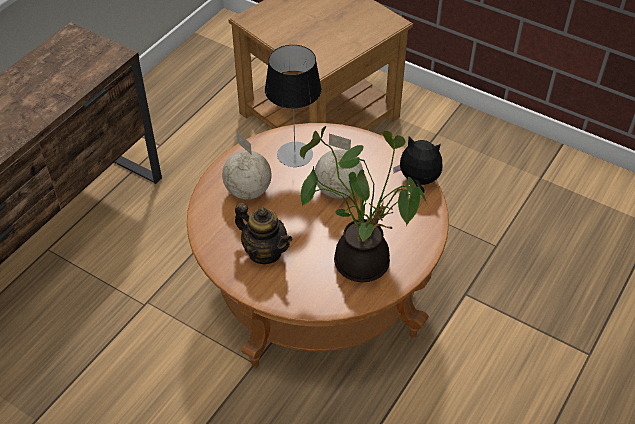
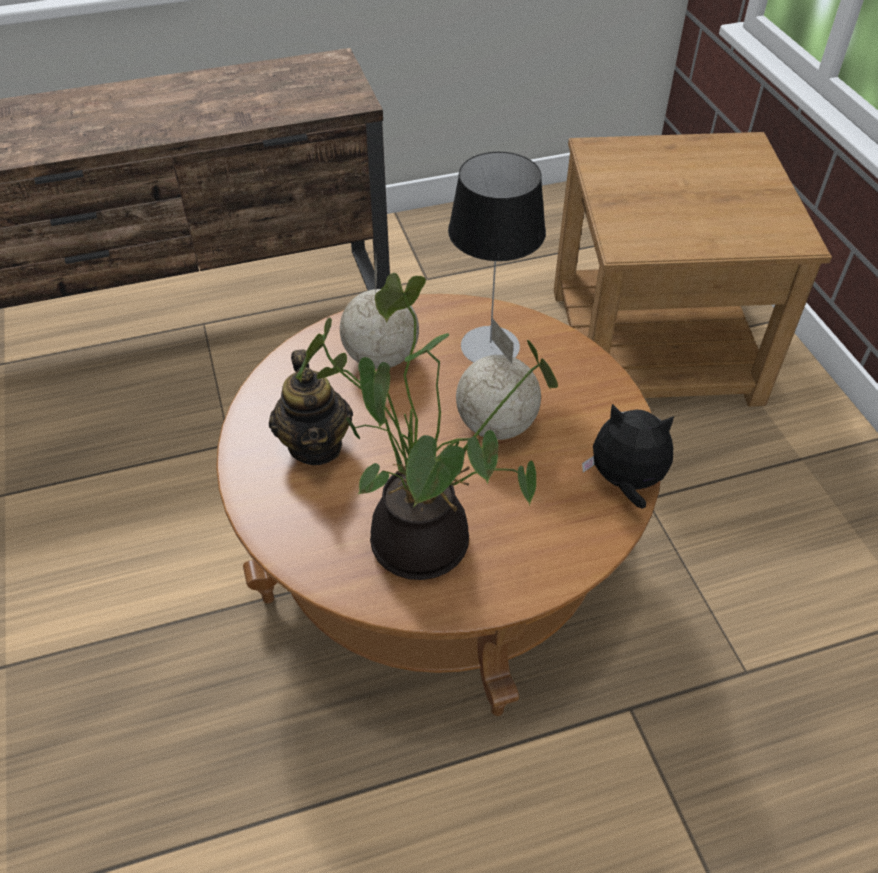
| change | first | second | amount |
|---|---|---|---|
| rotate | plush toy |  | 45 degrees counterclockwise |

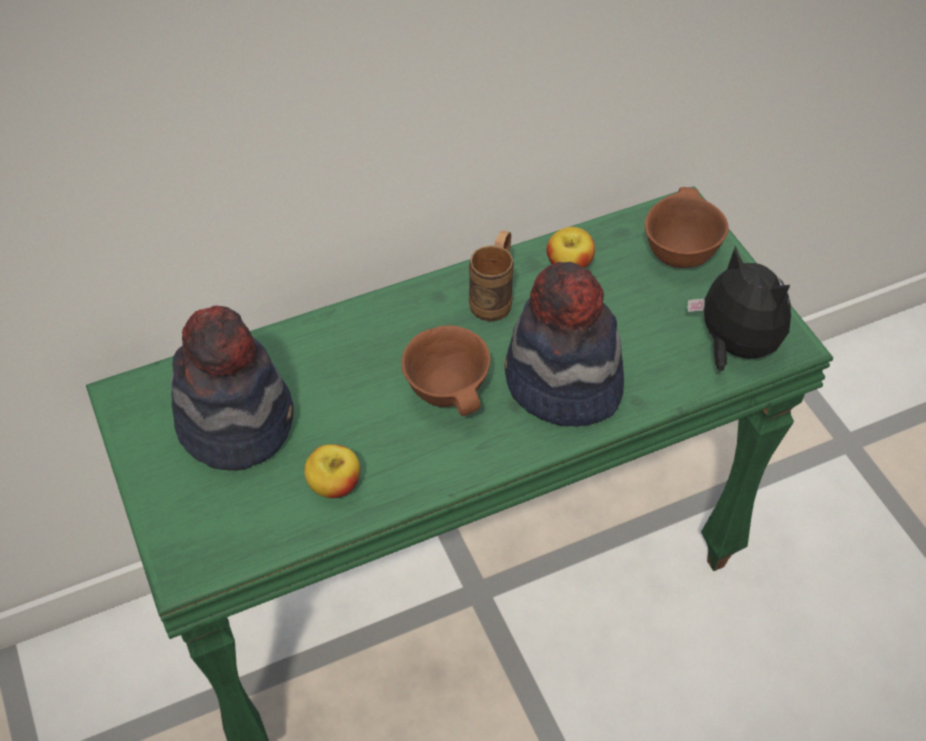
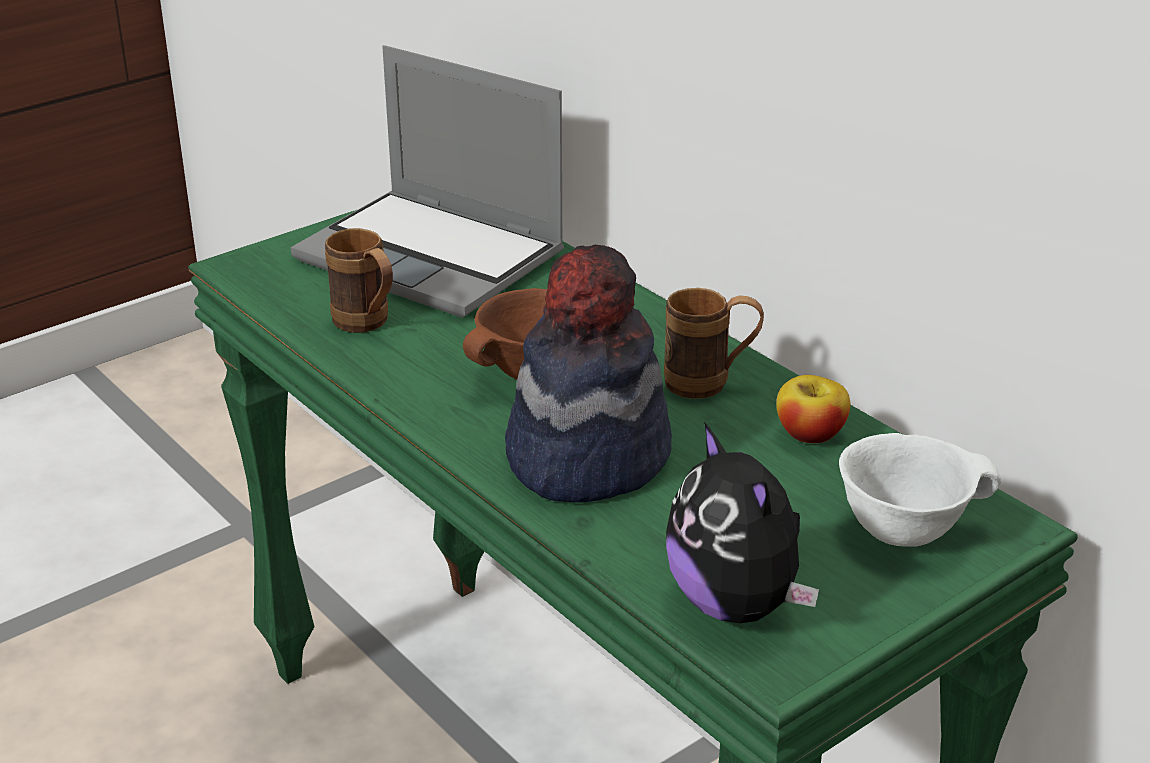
| change | first | second | amount |
|---|---|---|---|
| recolor | brown bowl (2nd from left) | white bowl |  |
| rotate | plush toy |  | 120 degrees clockwise |
| replace | hat (1st from left) | laptop |  |
| replace | apple (1st from left) | brown mug (1st from left) |  |

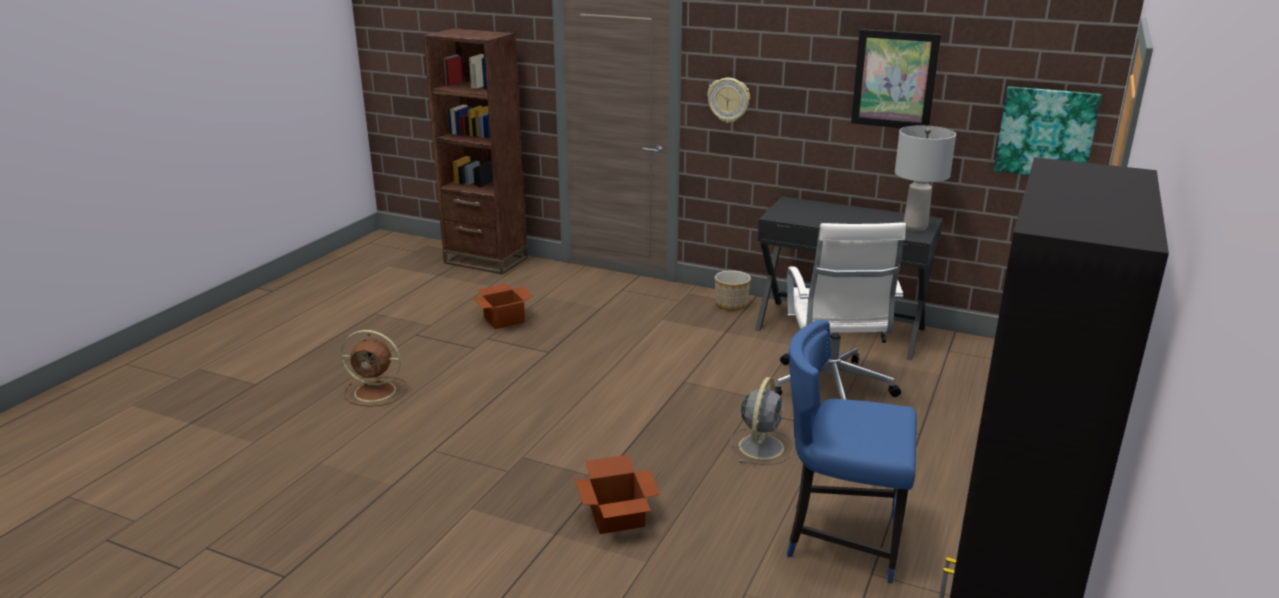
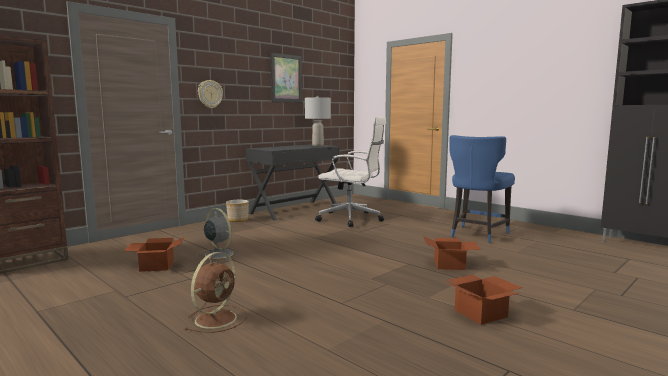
| change | first | second | amount |
|---|---|---|---|
| delete | picture (2nd from left) |  |  |
| move | grey fan |  |  |
| insert |  | cardboard box (3rd from left) |  |

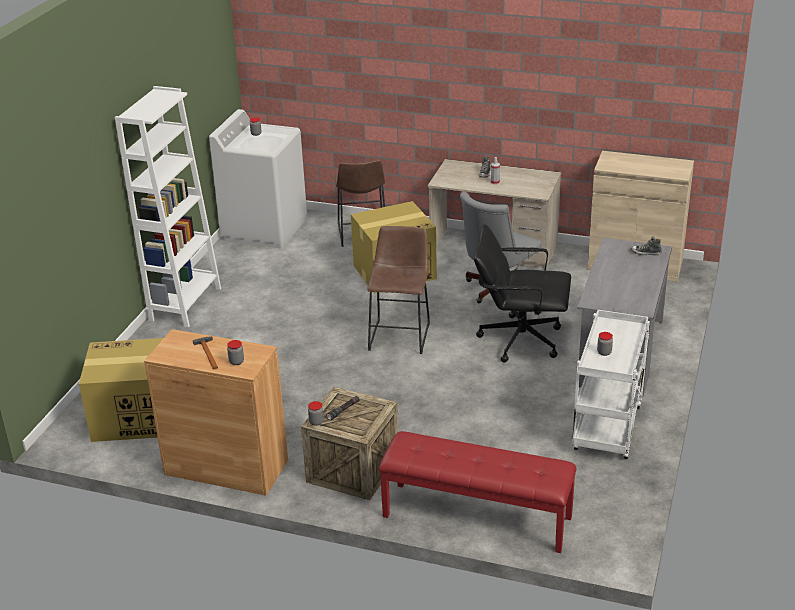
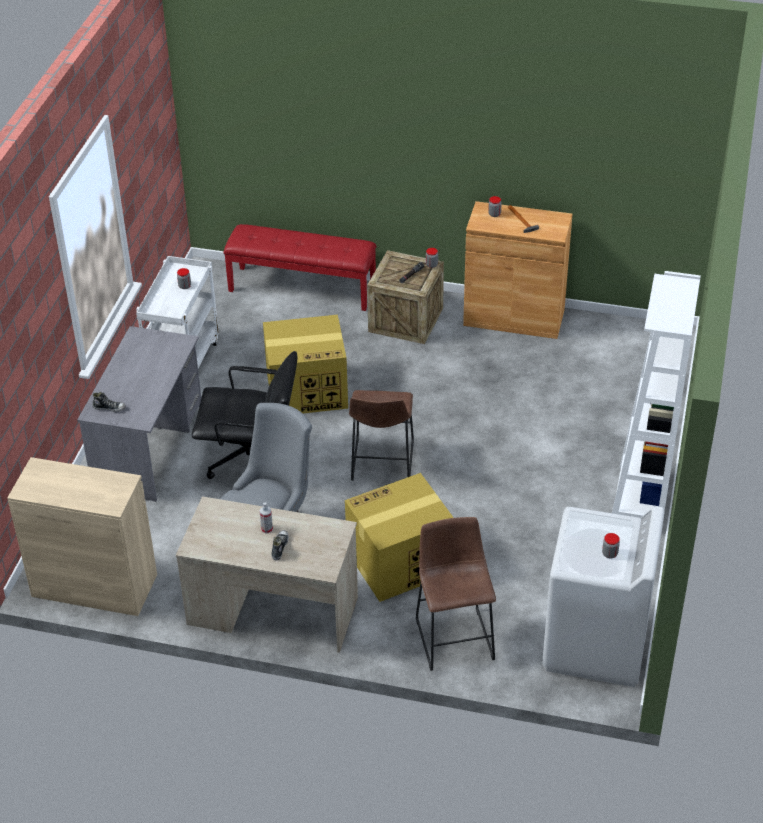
| change | first | second | amount |
|---|---|---|---|
| move | cardboard box (1st from left) |  |  |

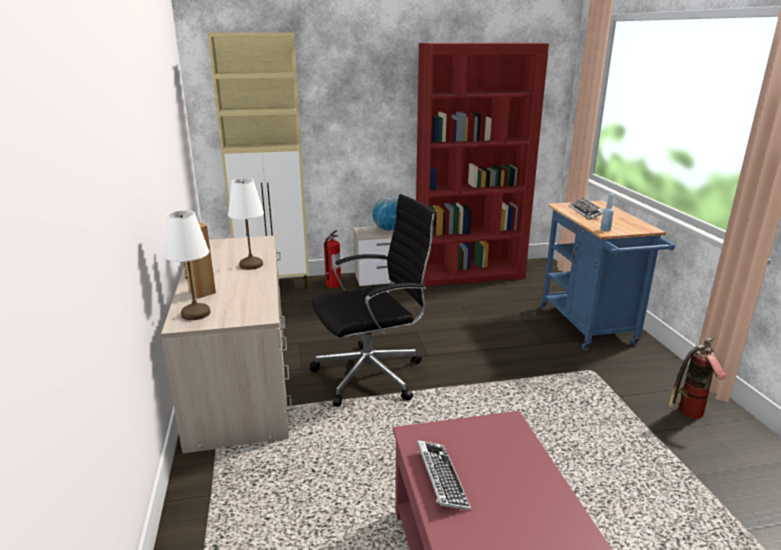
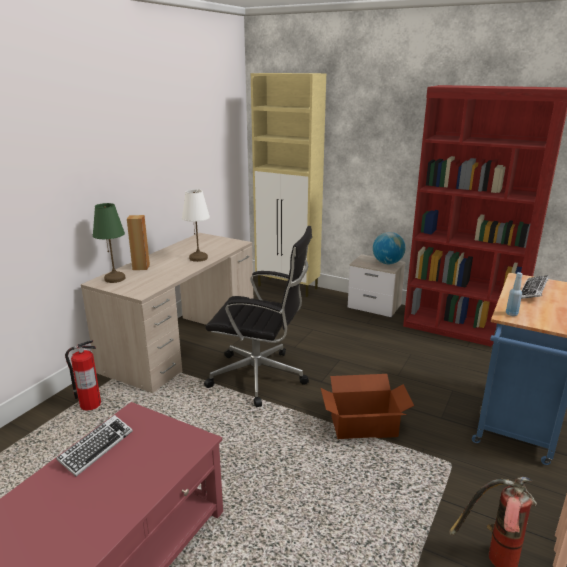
| change | first | second | amount |
|---|---|---|---|
| recolor | white table lamp (1st from left) | green table lamp |  |
| move | fire extinguisher (1st from left) |  |  |
| insert |  | cardboard box |  |

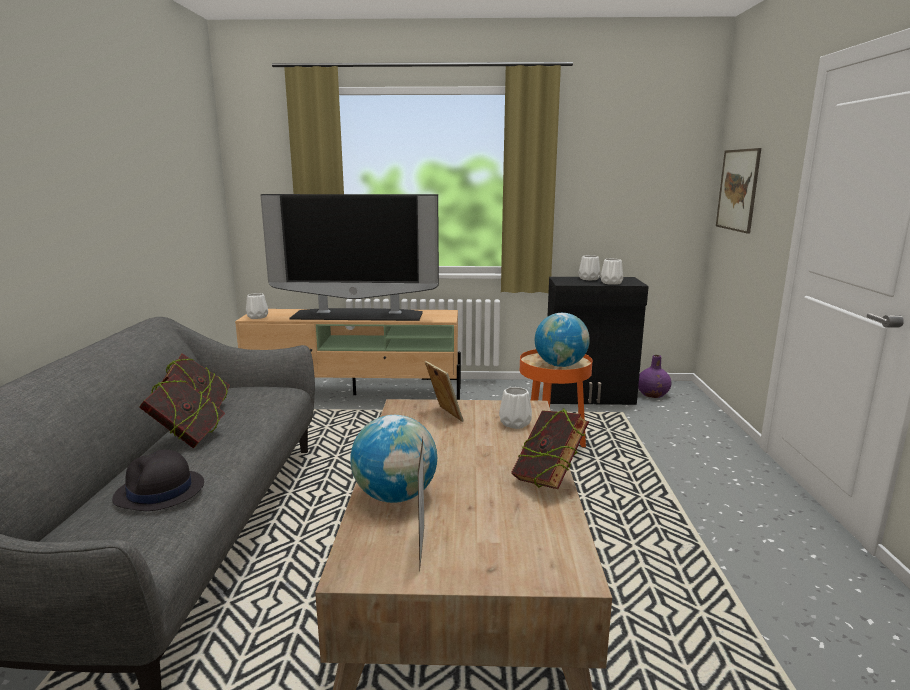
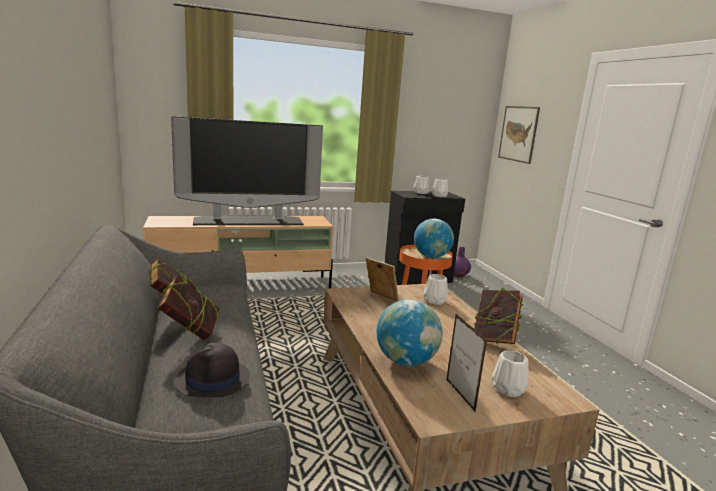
| change | first | second | amount |
|---|---|---|---|
| move | white vase (1st from left in the first image) | white vase (4th from left) |  |

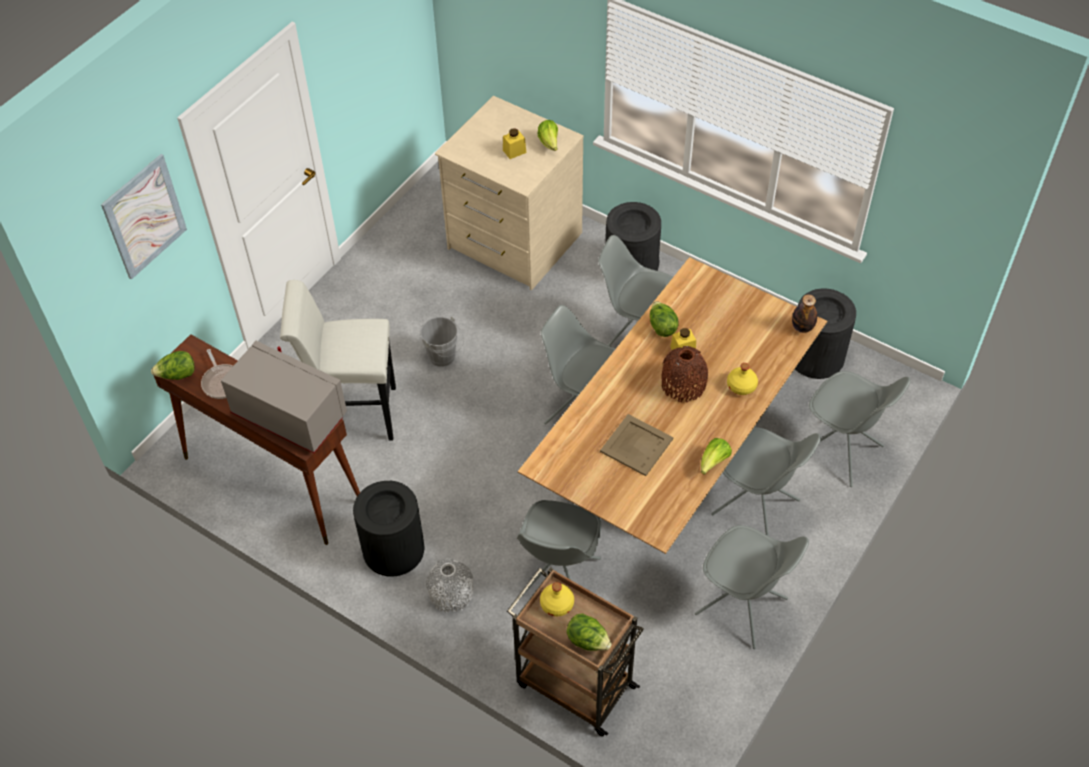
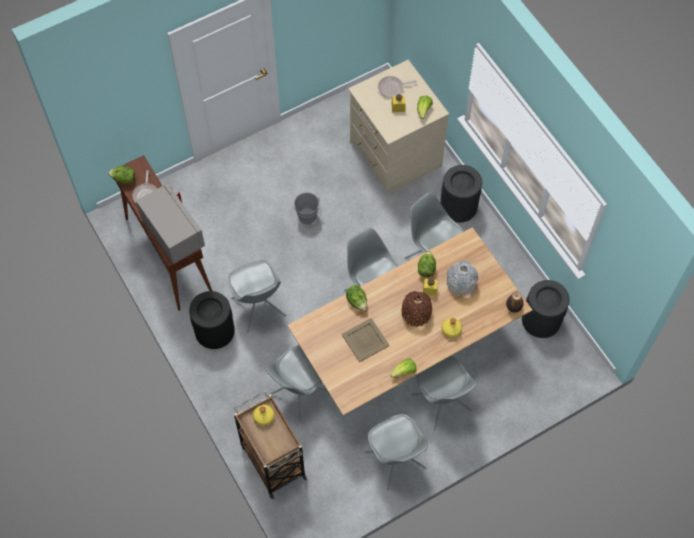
| change | first | second | amount |
|---|---|---|---|
| delete | picture |  |  |
| delete | white stool |  |  |
| move | grey chair (6th from left in the first image) | grey chair (1st from left) |  |
| move | grey vase |  |  |
| move | lettuce (3rd from left in the first image) | lettuce (2nd from left) |  |
| insert |  | frying pan (2nd from left) |  |

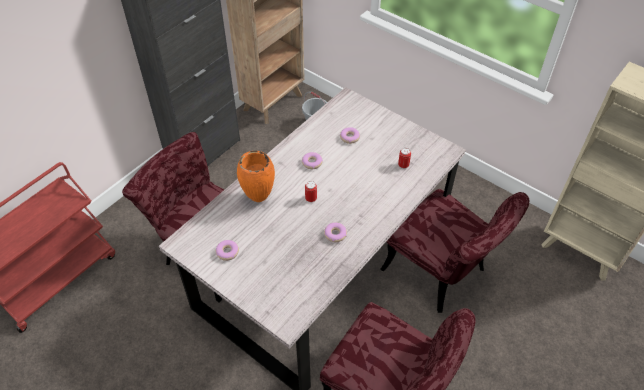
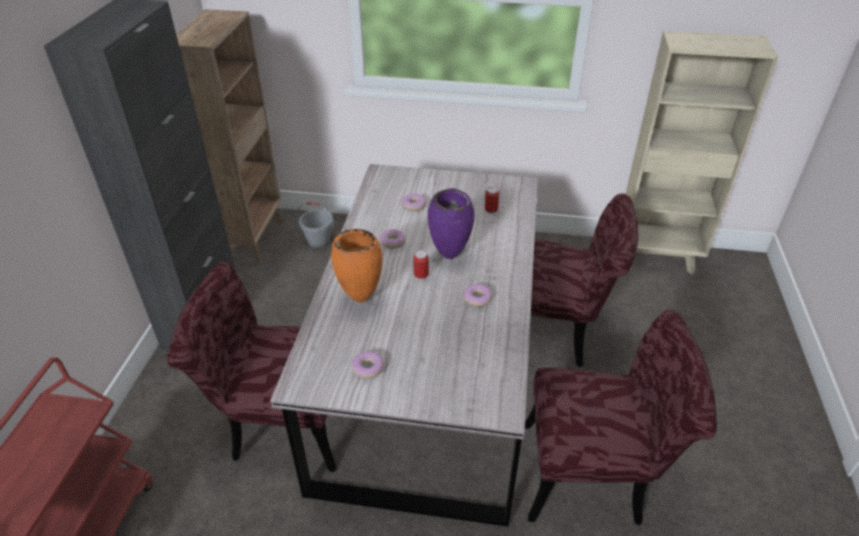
| change | first | second | amount |
|---|---|---|---|
| insert |  | purple vase |  |

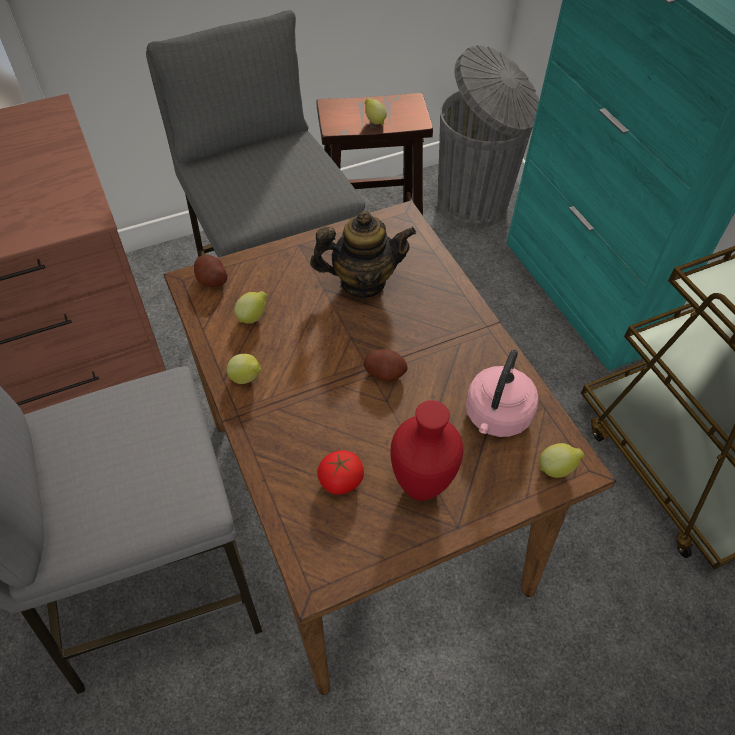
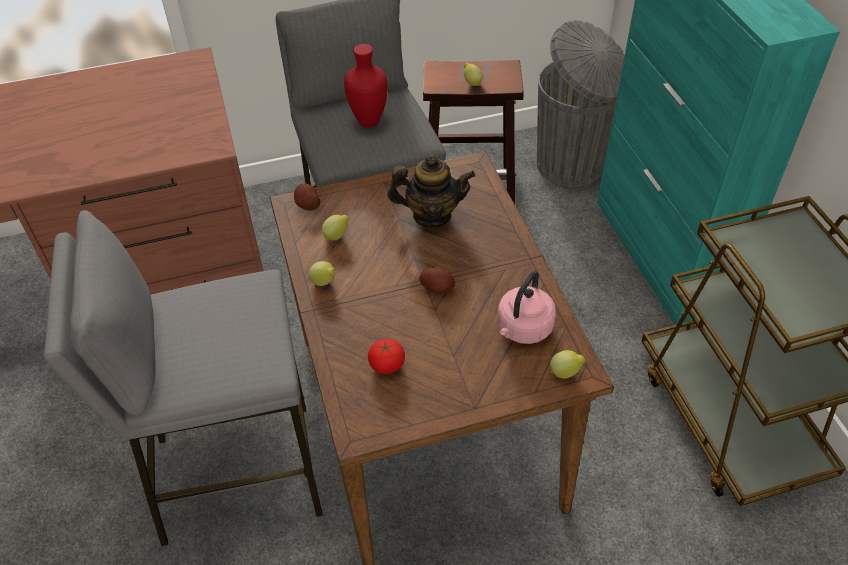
| change | first | second | amount |
|---|---|---|---|
| move | red vase |  |  |

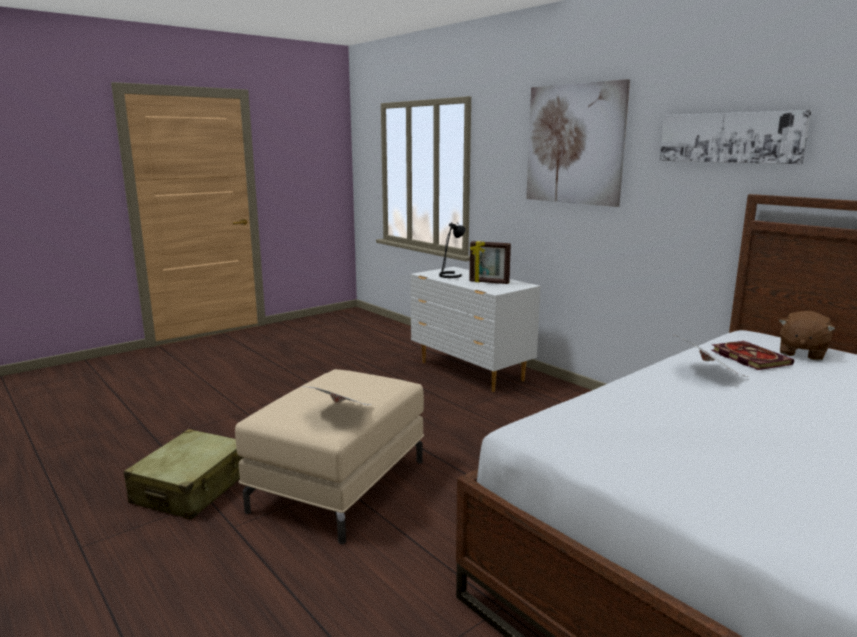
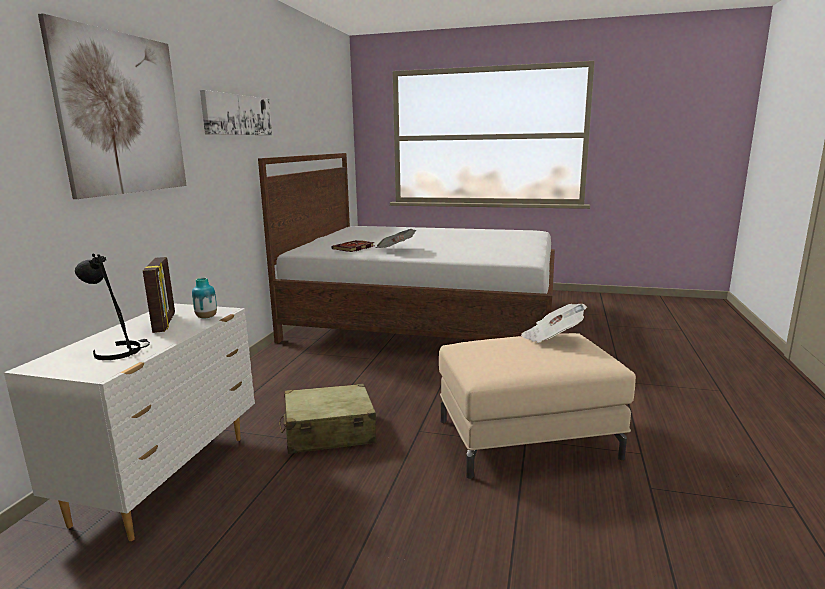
| change | first | second | amount |
|---|---|---|---|
| delete | brown plush toy |  |  |
| move | beige suitcase |  |  |
| insert |  | vase |  |

